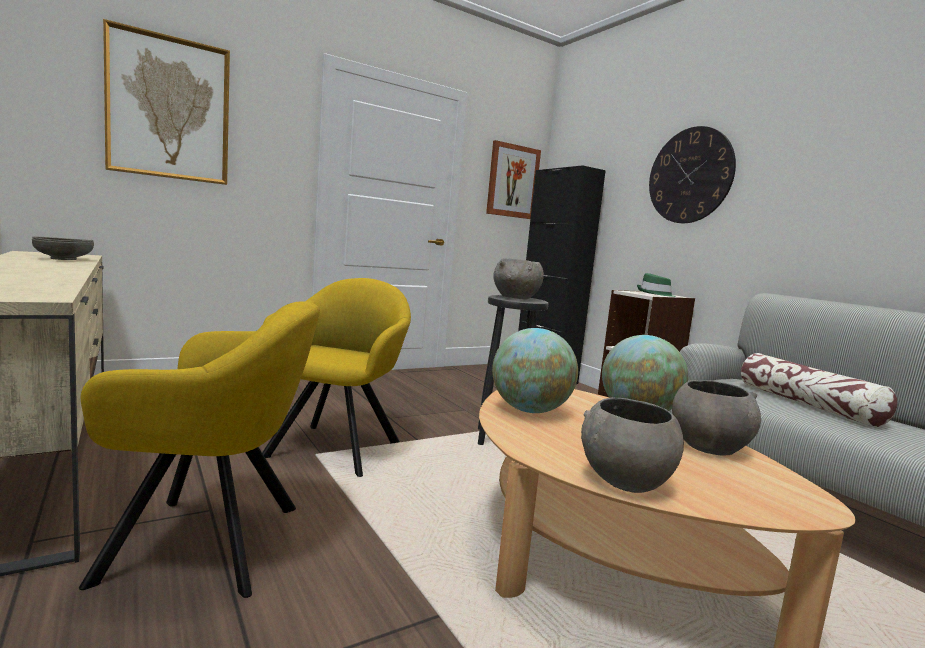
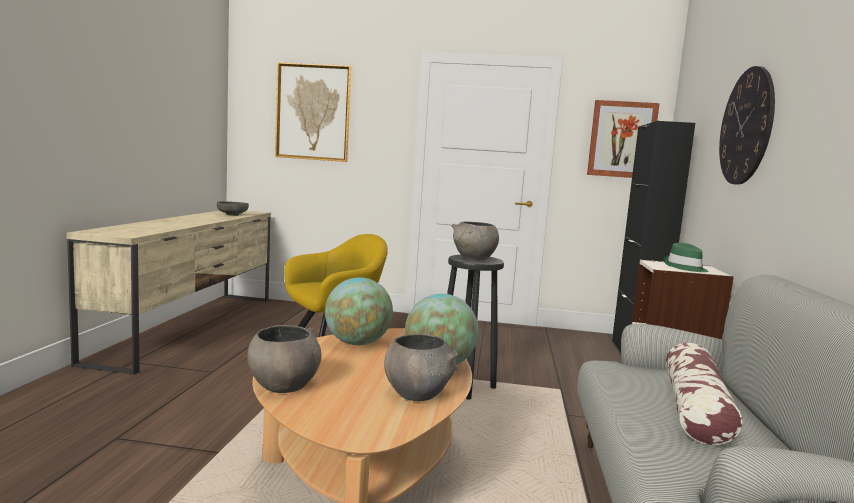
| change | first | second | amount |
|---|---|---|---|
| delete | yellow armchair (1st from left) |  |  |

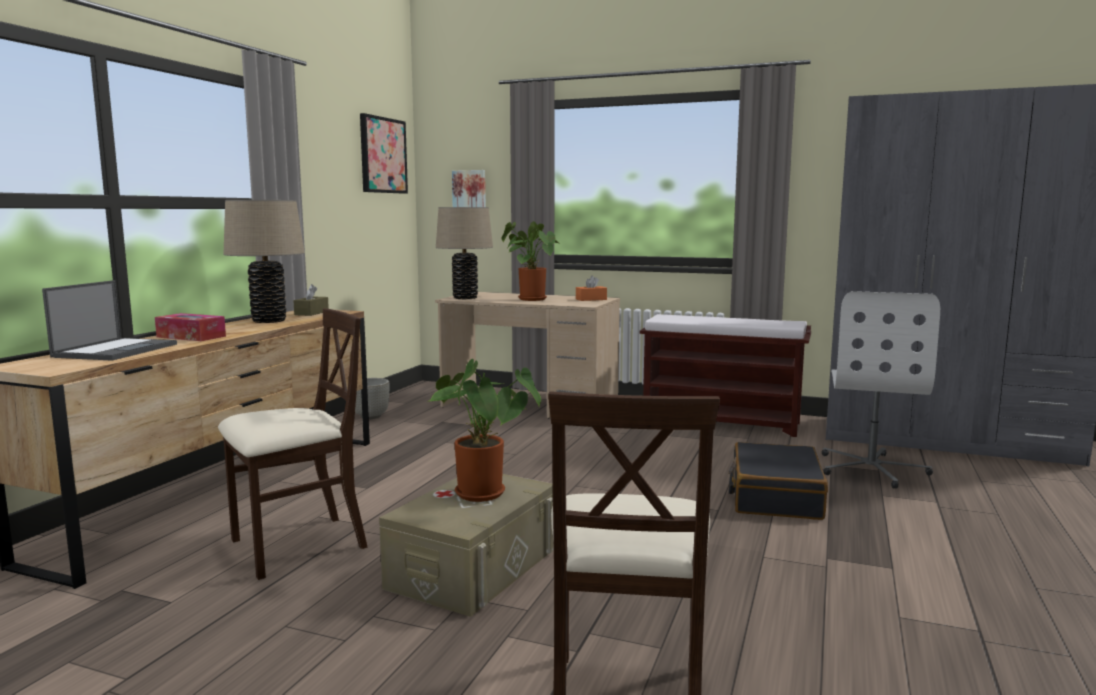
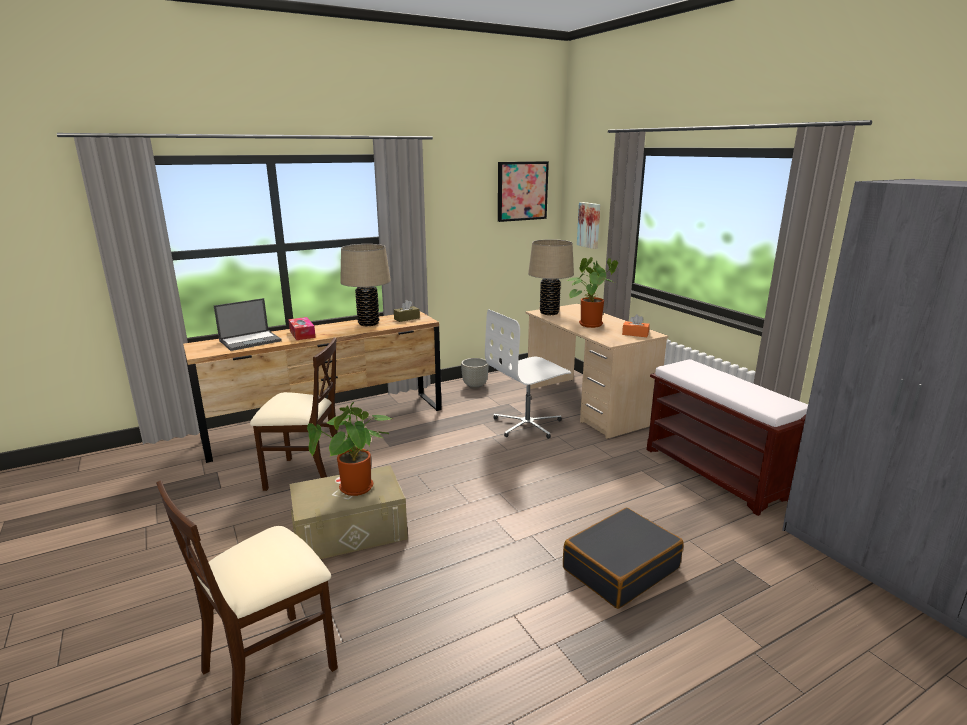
| change | first | second | amount |
|---|---|---|---|
| move | white office chair |  |  |

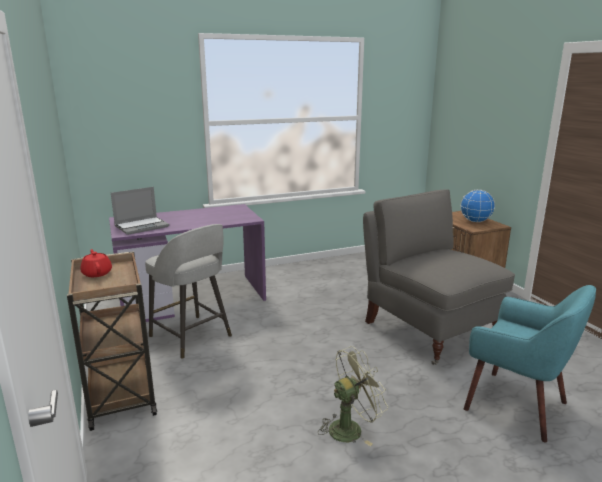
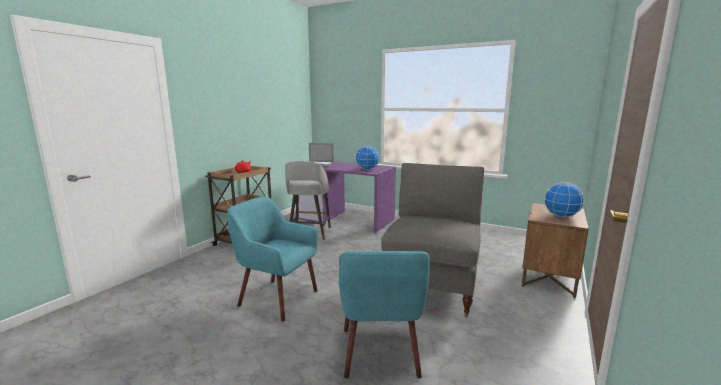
| change | first | second | amount |
|---|---|---|---|
| replace | green fan | turquoise armchair (1st from left) |  |
| insert |  | globe (1st from left) |  |

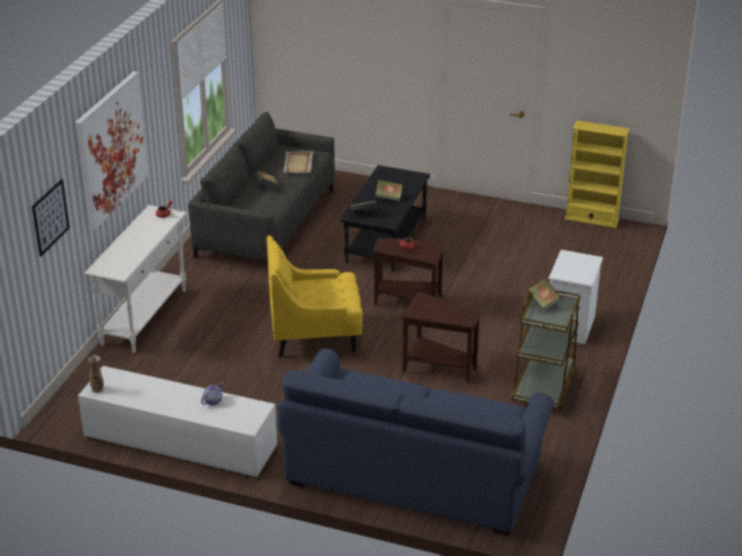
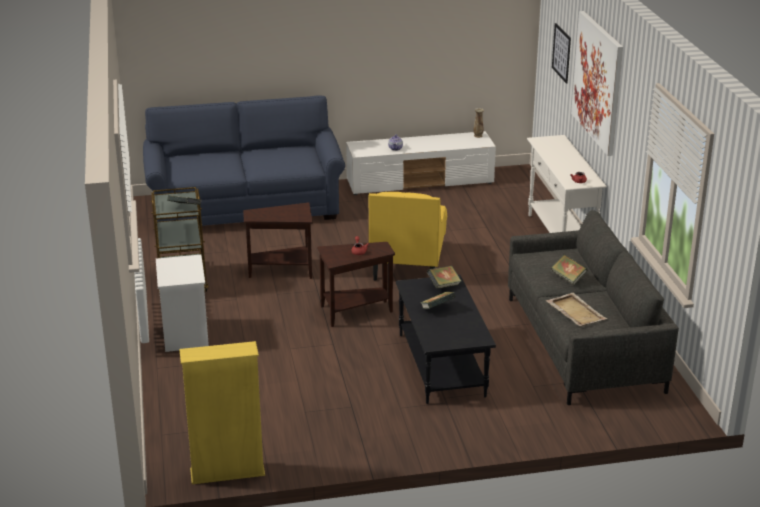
| change | first | second | amount |
|---|---|---|---|
| rotate | yellow armchair |  | 135 degrees clockwise |

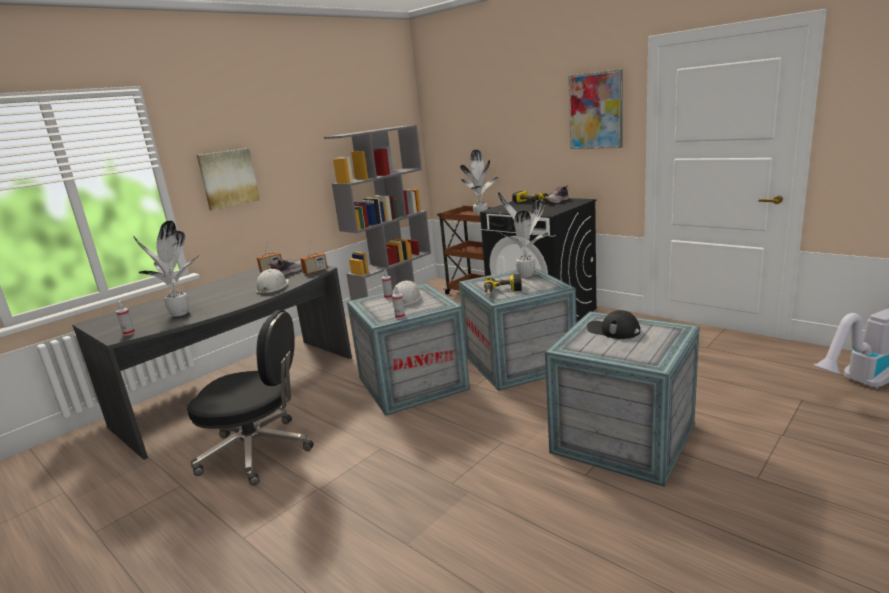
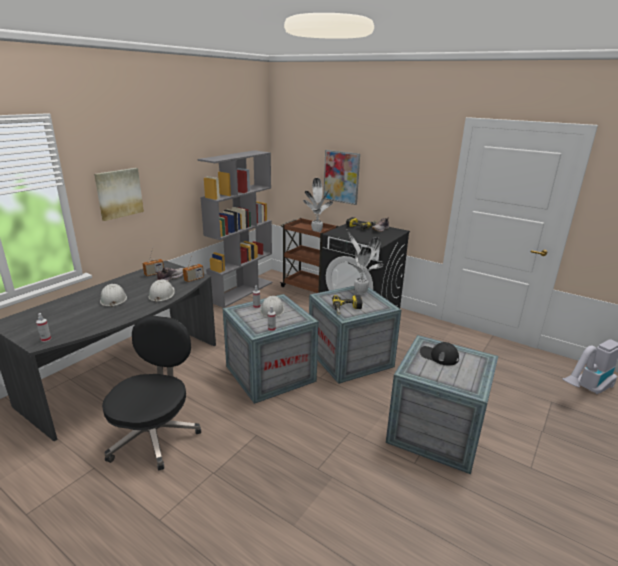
| change | first | second | amount |
|---|---|---|---|
| move | picture (2nd from left) |  |  |
| delete | potted plant (1st from left) |  |  |
| rotate | black office chair |  | 75 degrees counterclockwise |
| insert |  | white hard hat (1st from left) |  |

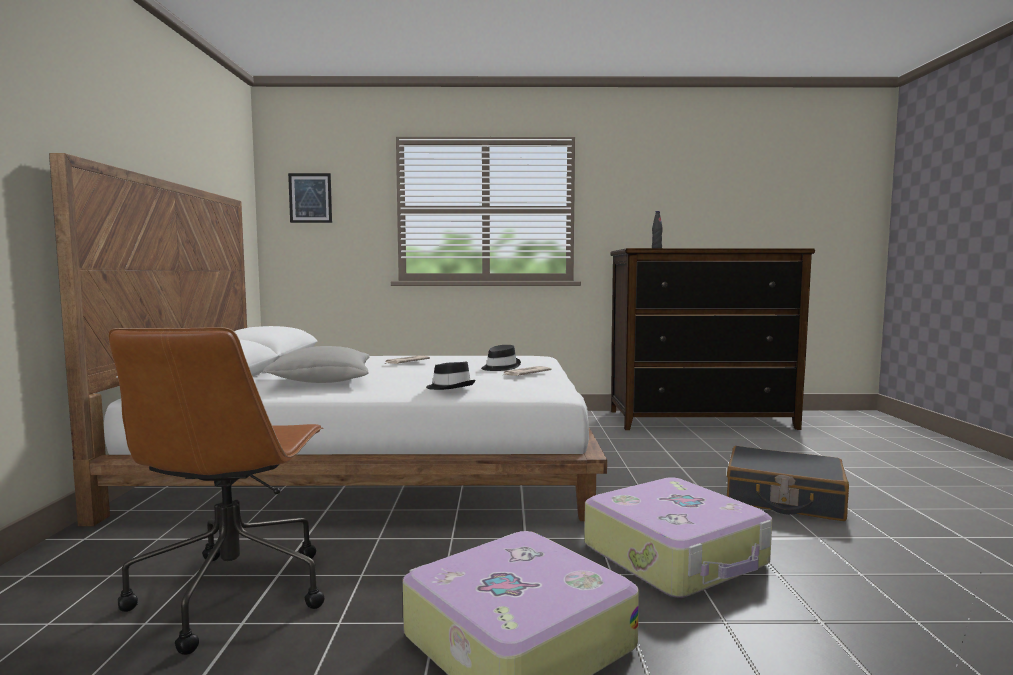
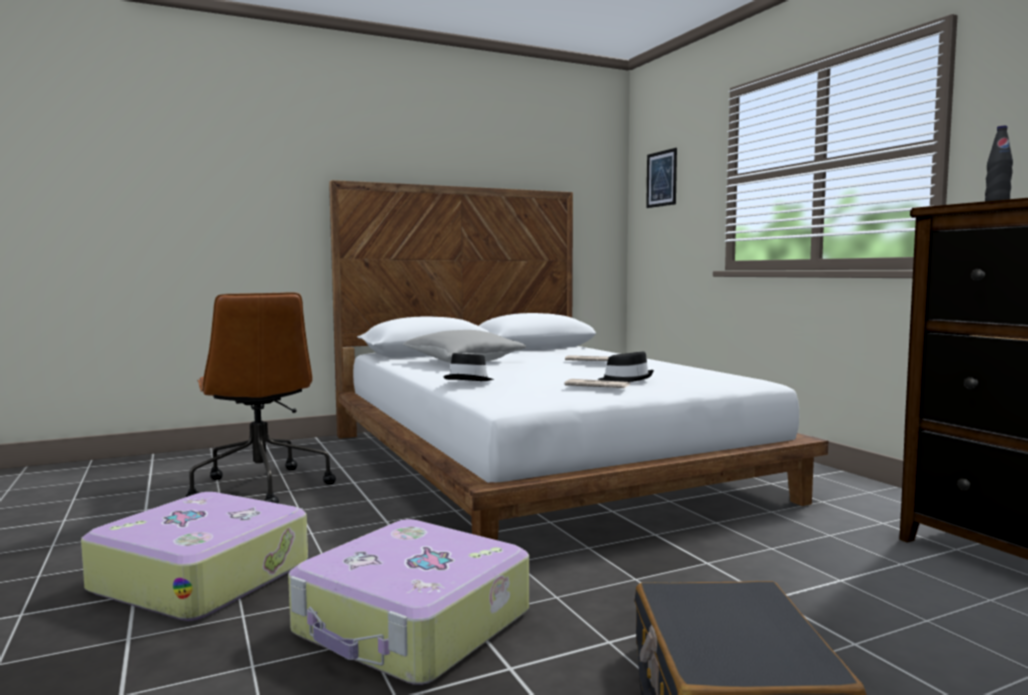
| change | first | second | amount |
|---|---|---|---|
| rotate | brown office chair |  | 90 degrees counterclockwise |

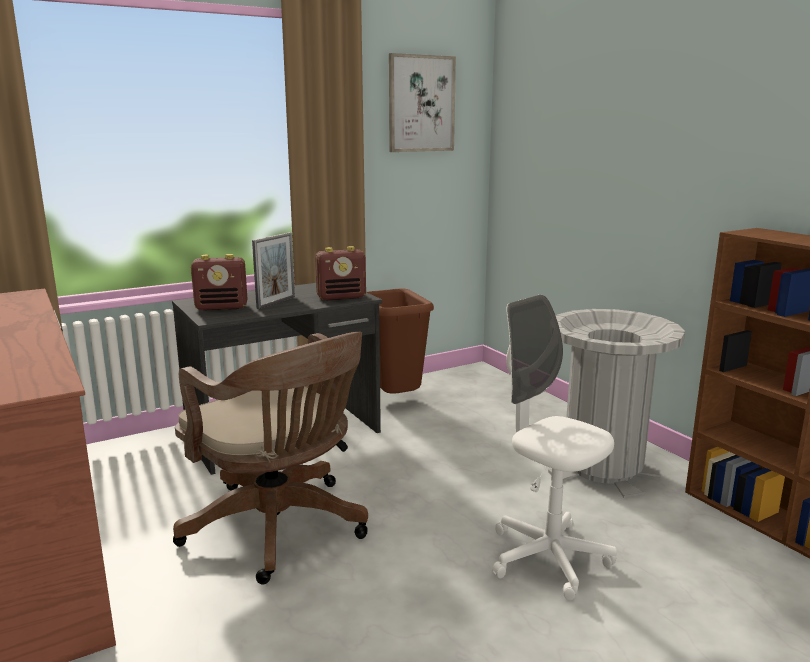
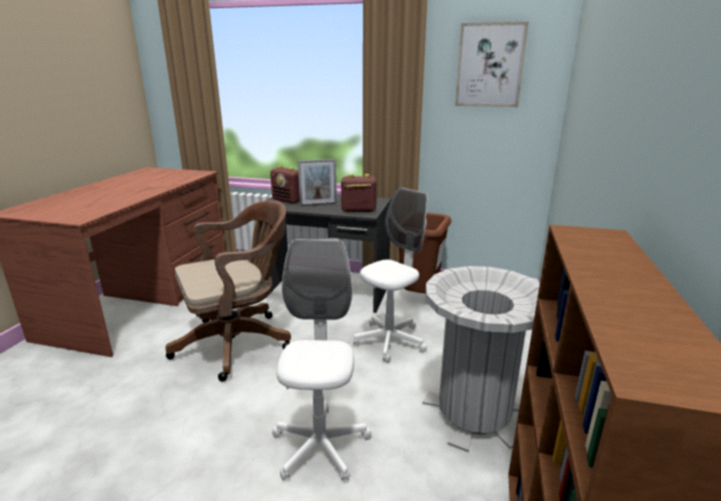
| change | first | second | amount |
|---|---|---|---|
| rotate | radio (2nd from left) |  | 150 degrees clockwise |
| rotate | brown office chair |  | 120 degrees counterclockwise |
| insert |  | white office chair (2nd from left) |  |

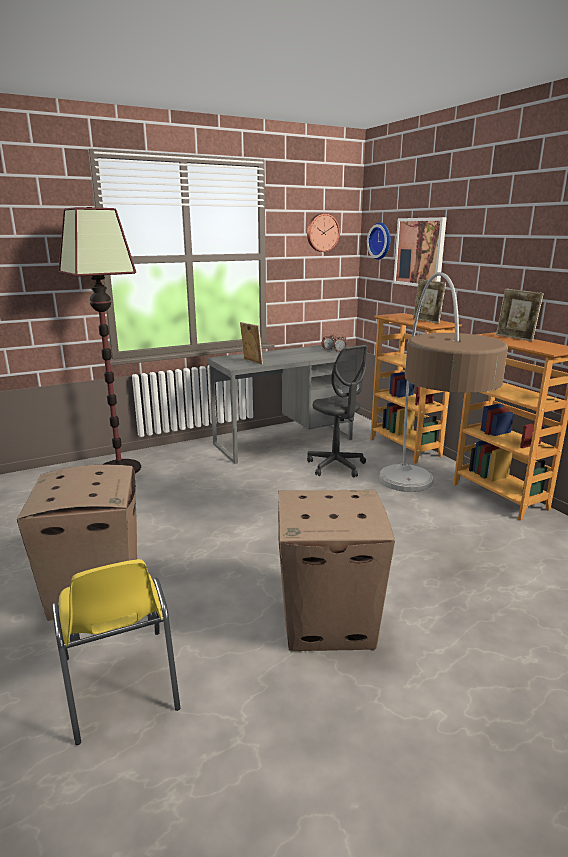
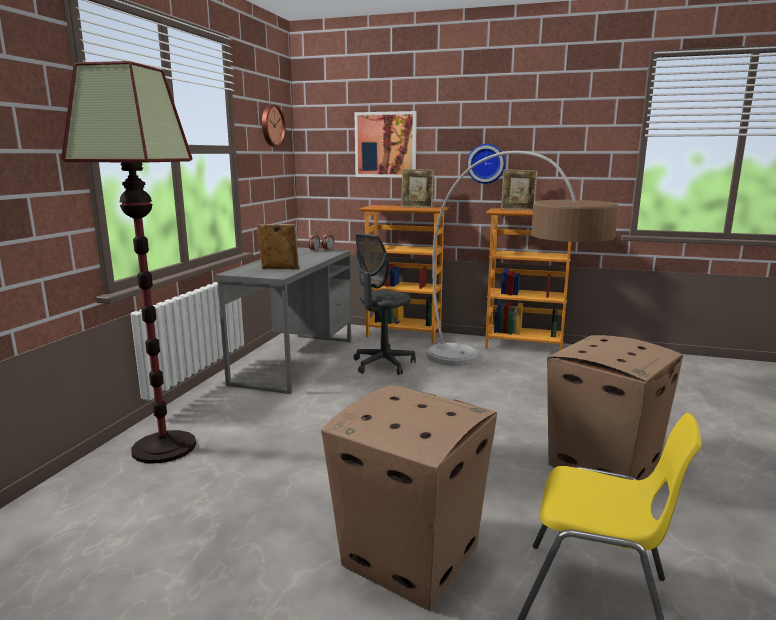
| change | first | second | amount |
|---|---|---|---|
| move | wall clock (2nd from left) |  |  |
| rotate | grey office chair |  | 120 degrees clockwise |

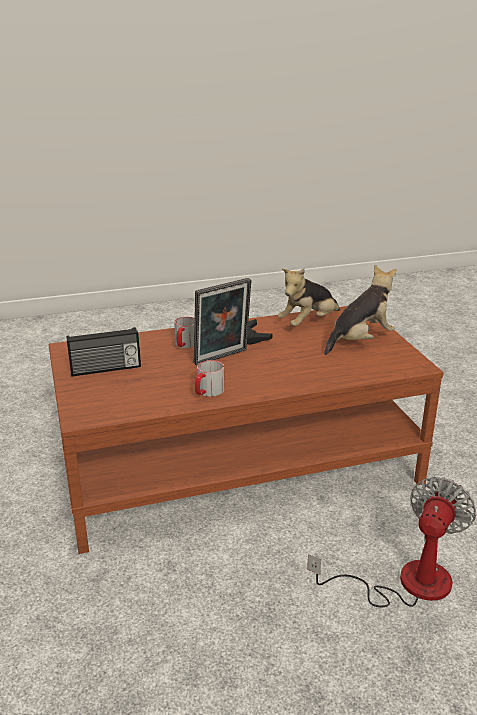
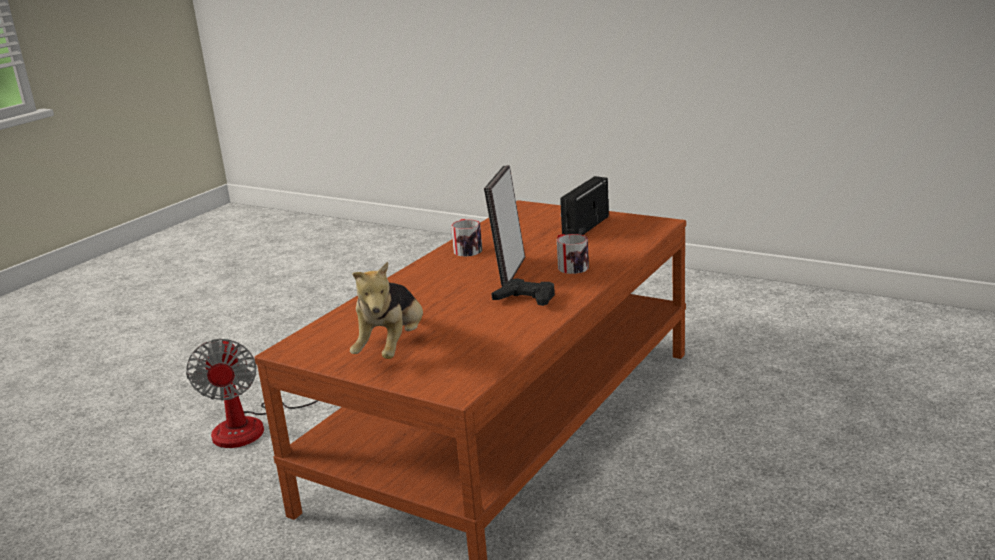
| change | first | second | amount |
|---|---|---|---|
| delete | plush toy (1st from left) |  |  |

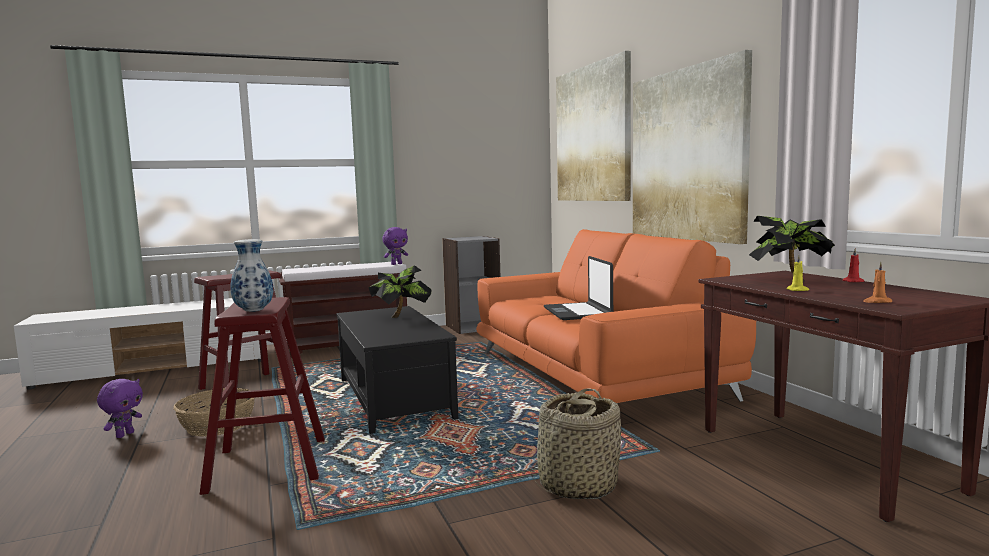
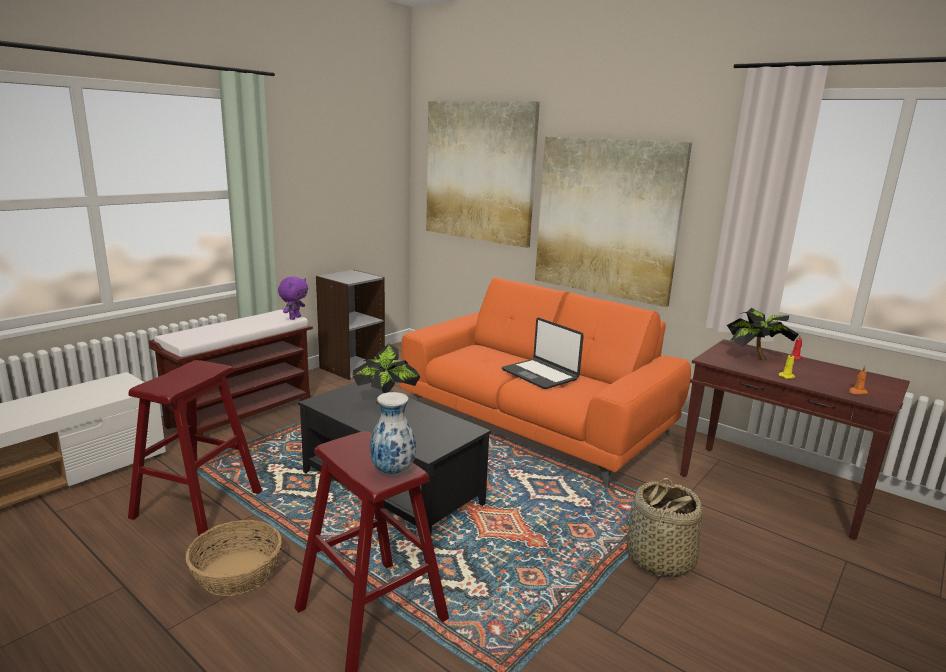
| change | first | second | amount |
|---|---|---|---|
| delete | purple plush toy (1st from left) |  |  |

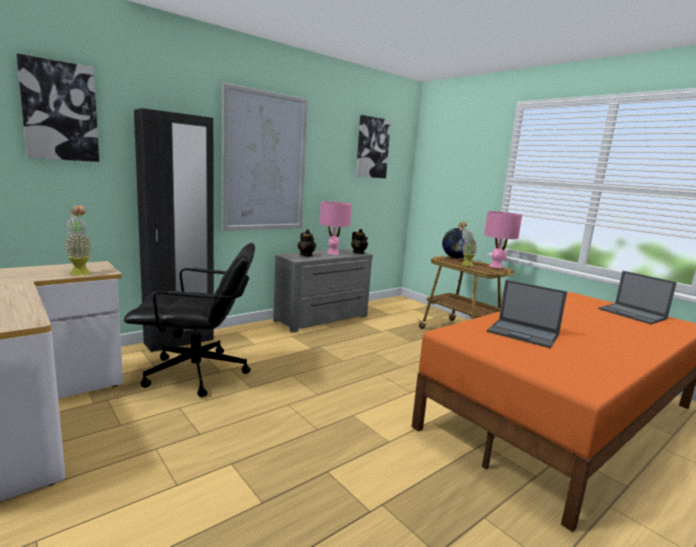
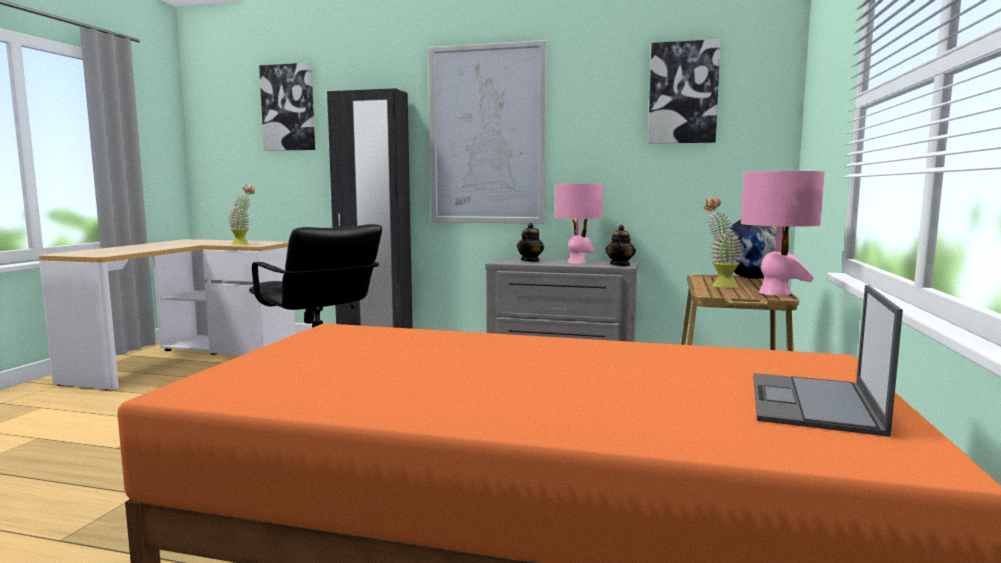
| change | first | second | amount |
|---|---|---|---|
| delete | laptop (1st from left) |  |  |

